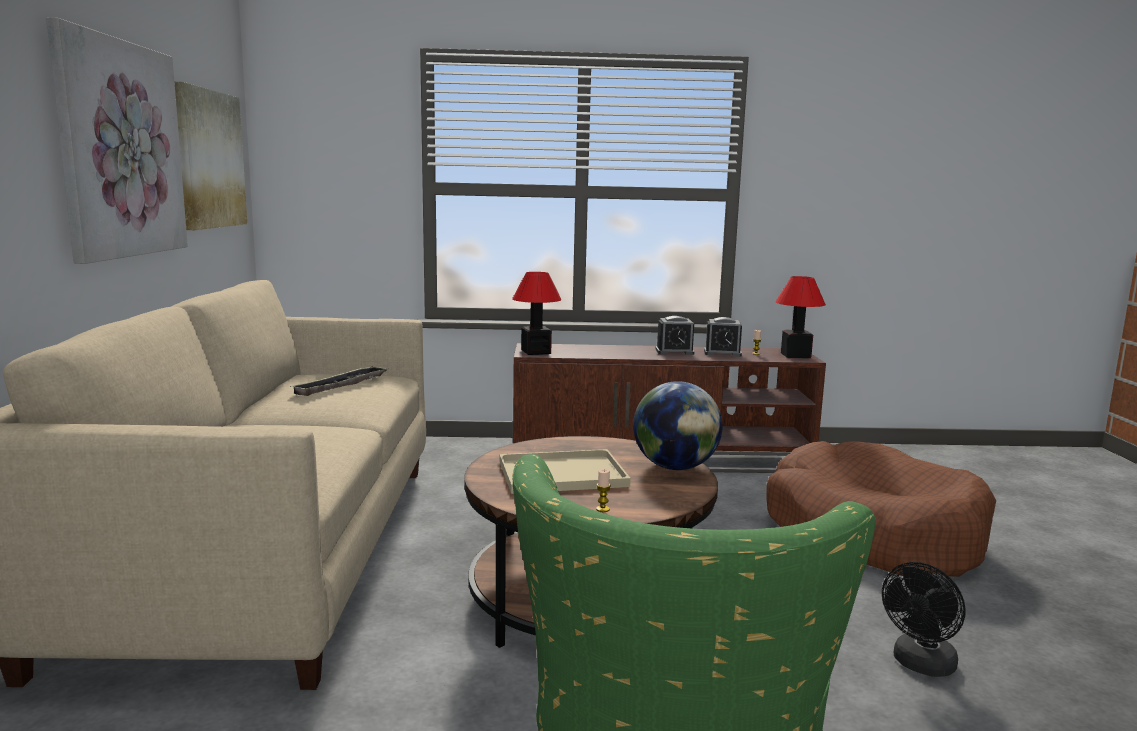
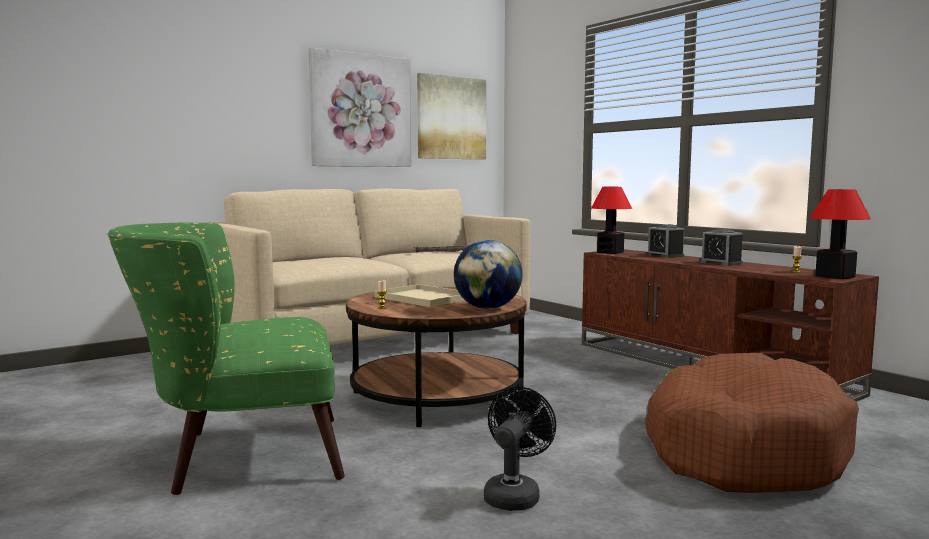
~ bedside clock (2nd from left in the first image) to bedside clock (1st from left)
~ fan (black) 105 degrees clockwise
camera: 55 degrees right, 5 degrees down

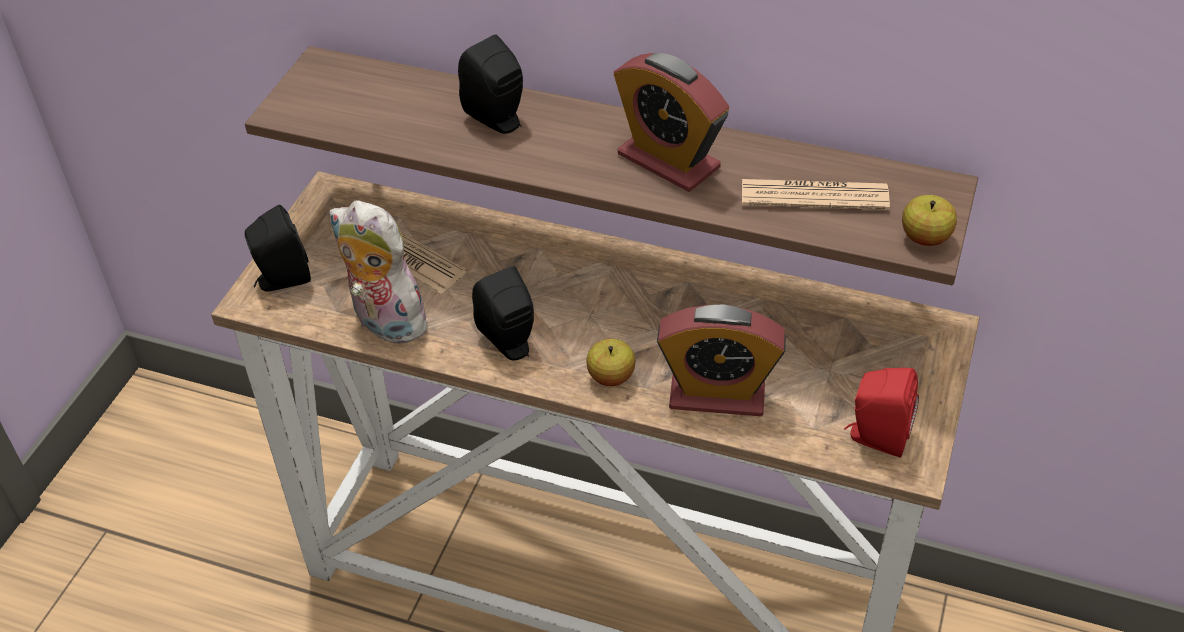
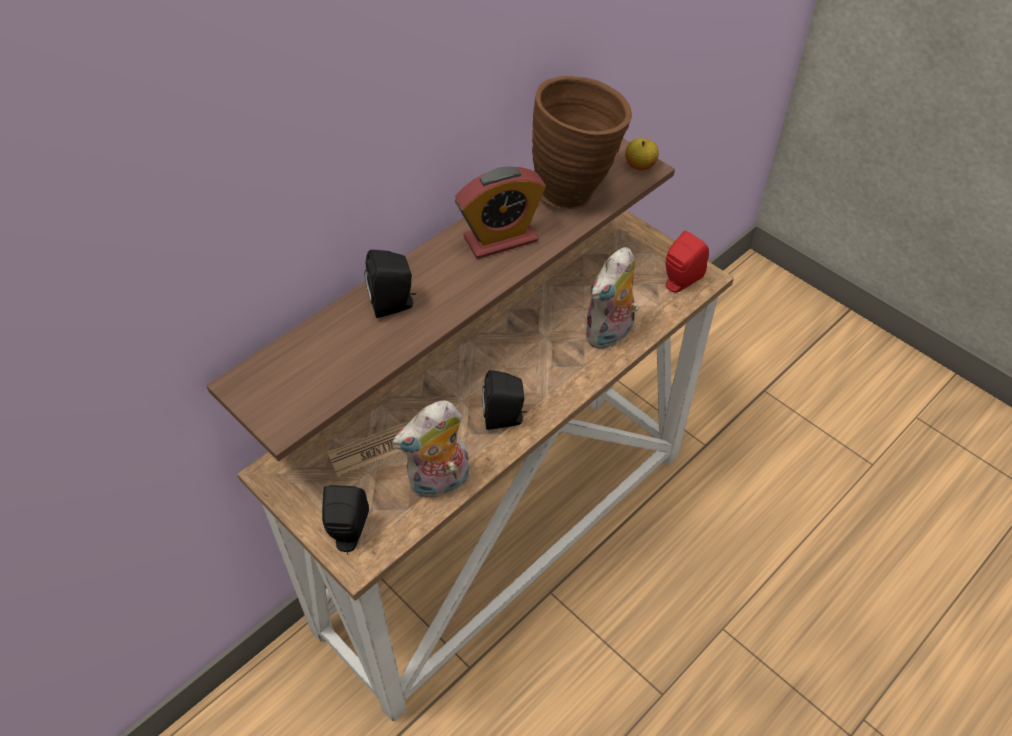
- apple (1st from left)
~ bedside clock (2nd from left) to soft toy (2nd from left)
~ newspaper (2nd from left) to vase (brown-coloured)
camera: 65 degrees left, 5 degrees up

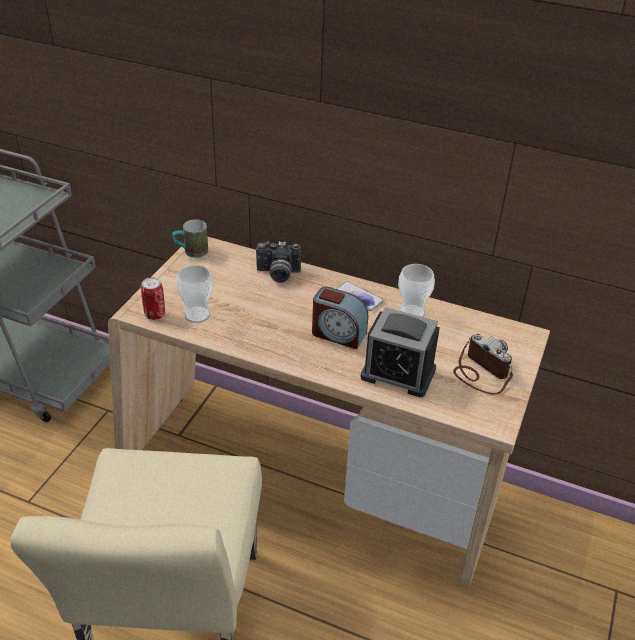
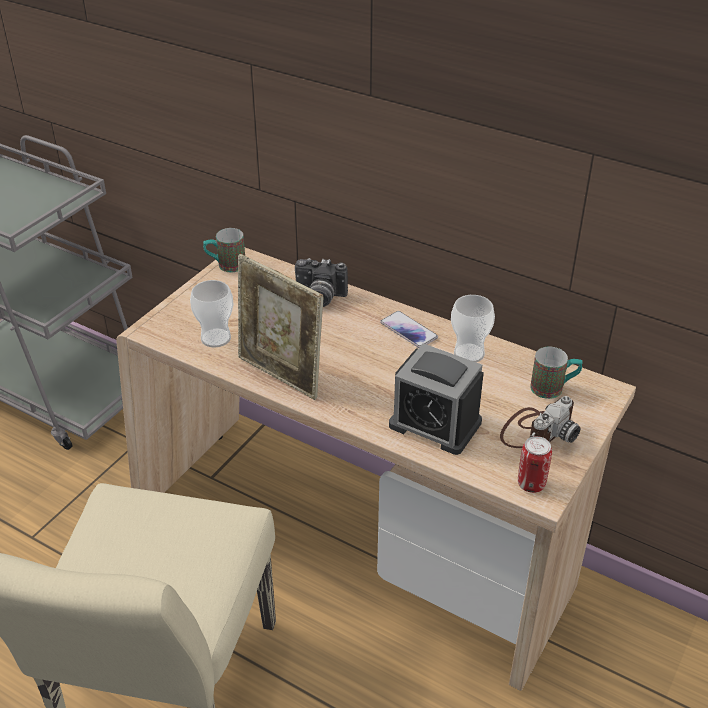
~ sealed can
- bedside clock (1st from left)
~ still camera (2nd from left) 75 degrees clockwise
+ picture frame
+ mug (2nd from left)
camera: 10 degrees right, 0 degrees up

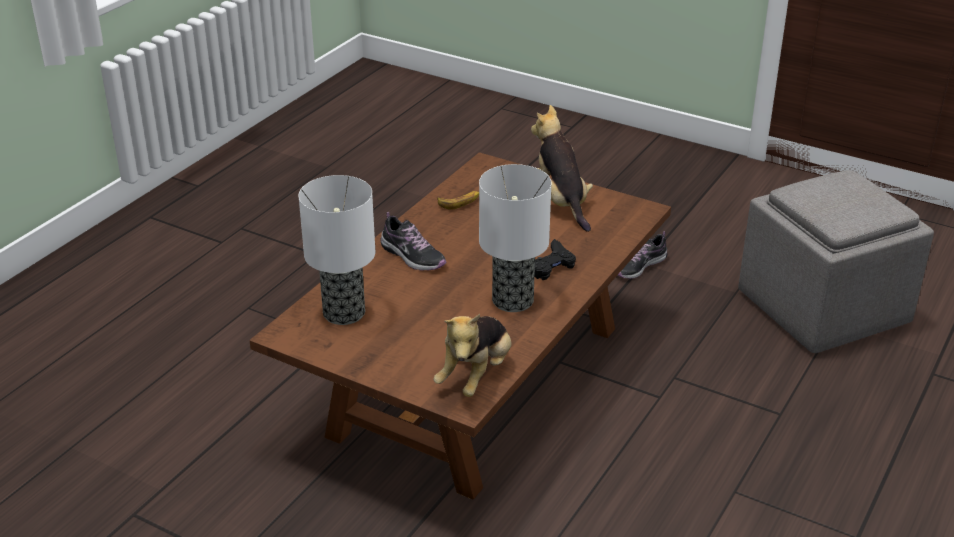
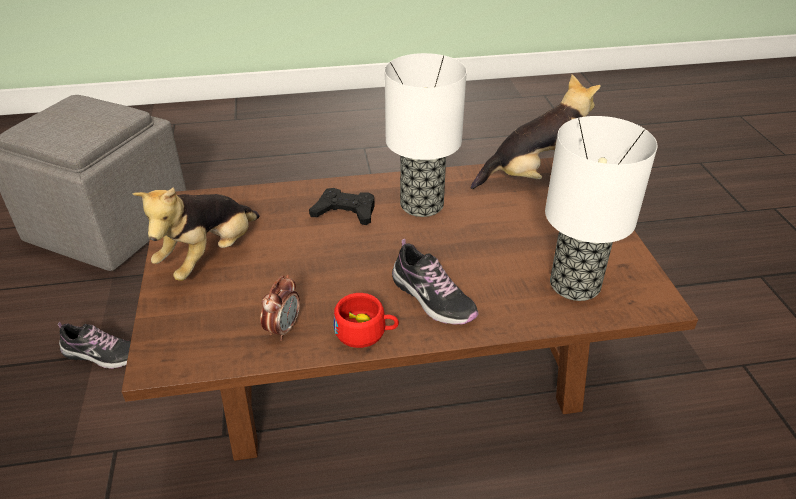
~ low shoe (1st from left in the first image) 135 degrees clockwise
~ banana fruit to bedside clock
+ cup (red)
camera: 130 degrees left, 5 degrees up

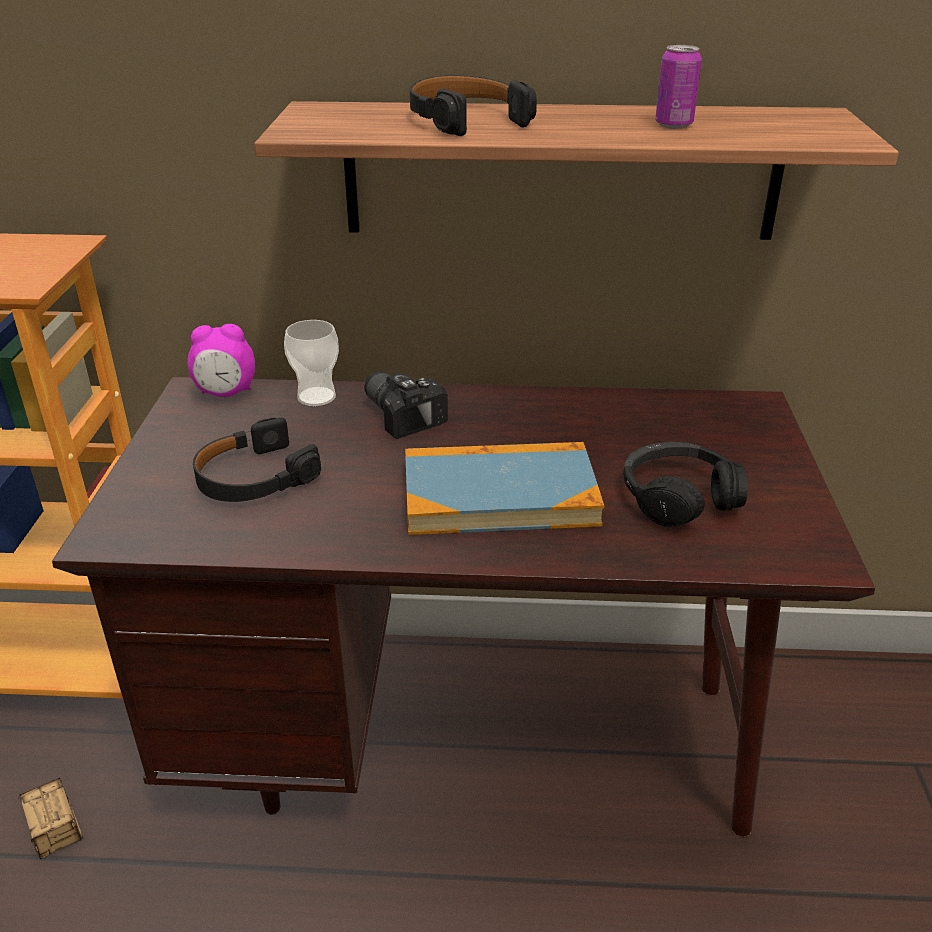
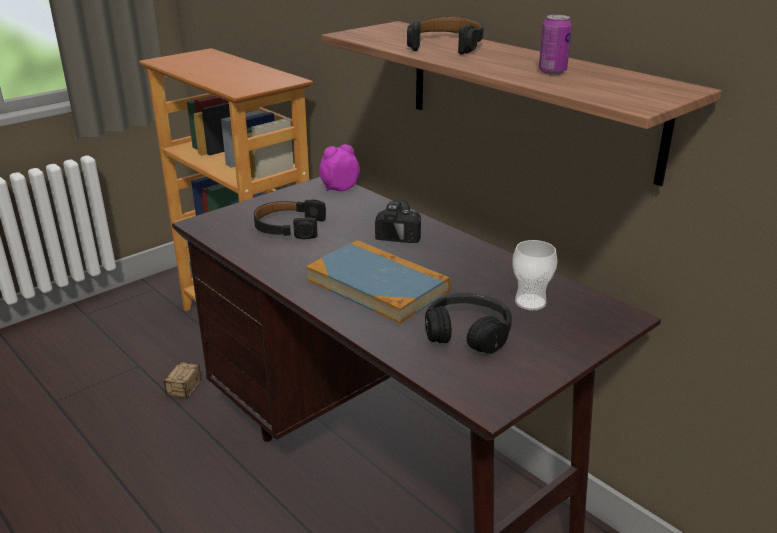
~ bedside clock 120 degrees clockwise
~ cup
camera: 45 degrees right, 5 degrees down

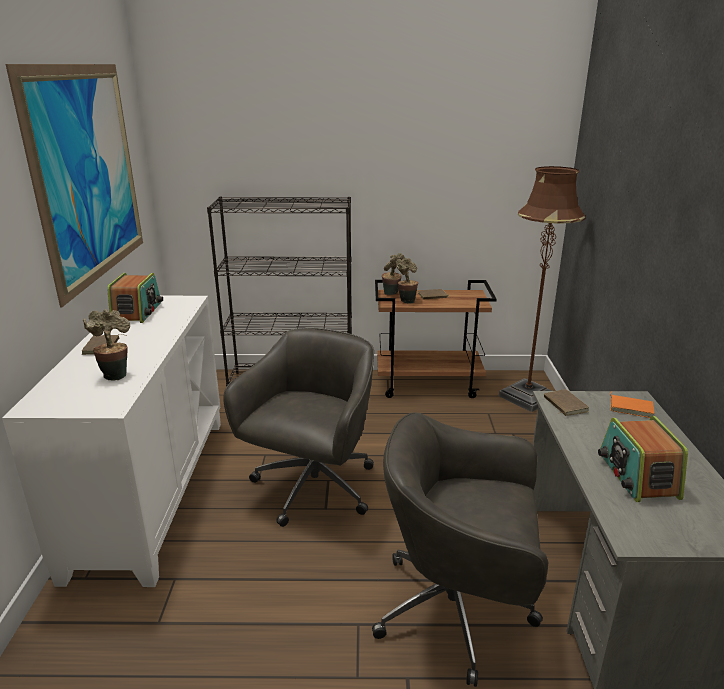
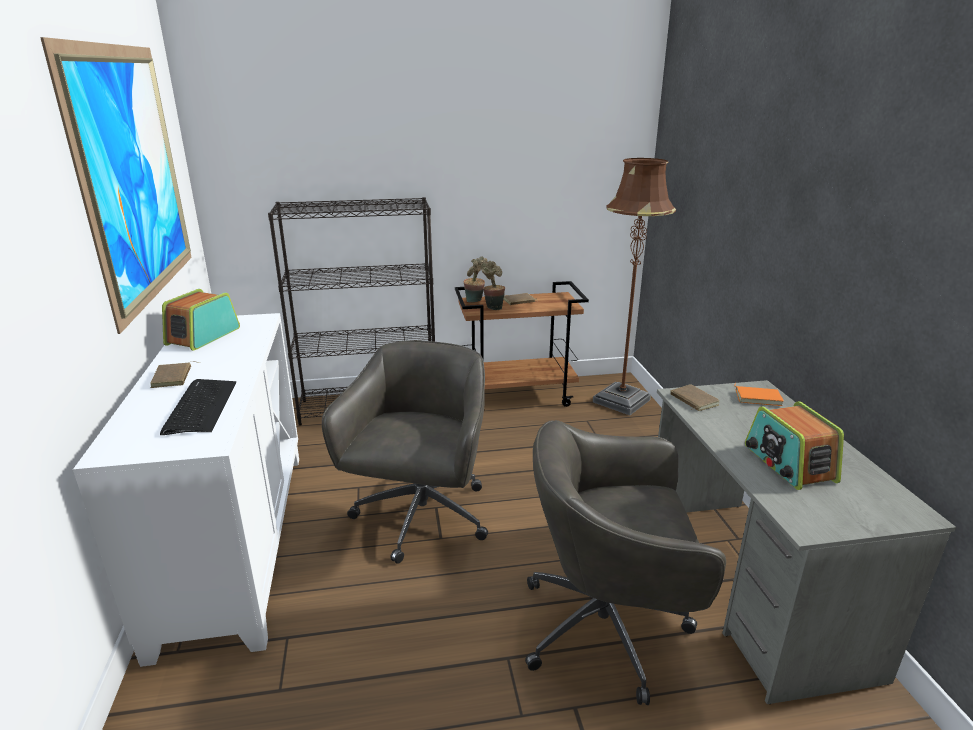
~ houseplant (1st from left) to keyboard
~ radio receiver (1st from left) 150 degrees counterclockwise
camera: 10 degrees left, 0 degrees up

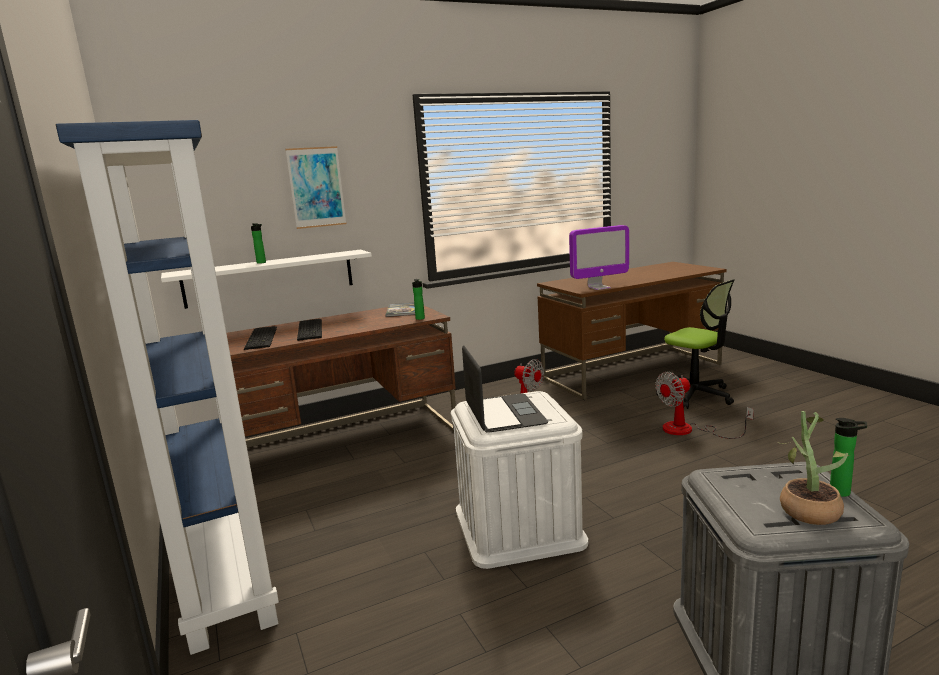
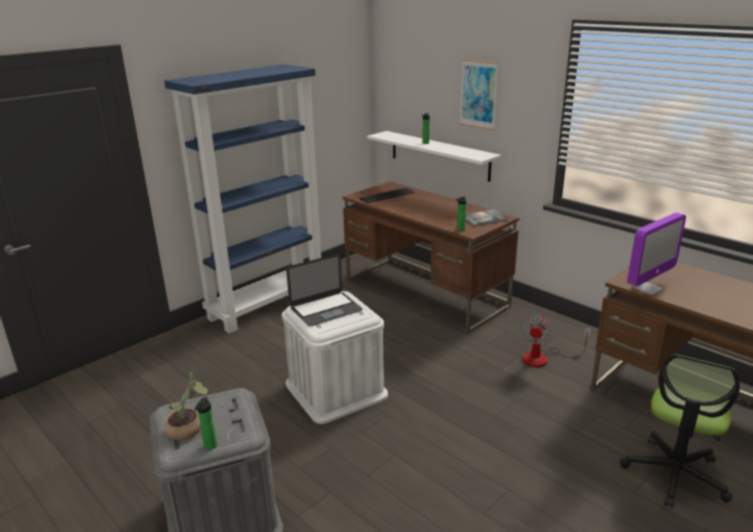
- keyboard (2nd from left)
~ computer display 90 degrees counterclockwise
- fan (2nd from left)
camera: 70 degrees right, 10 degrees up

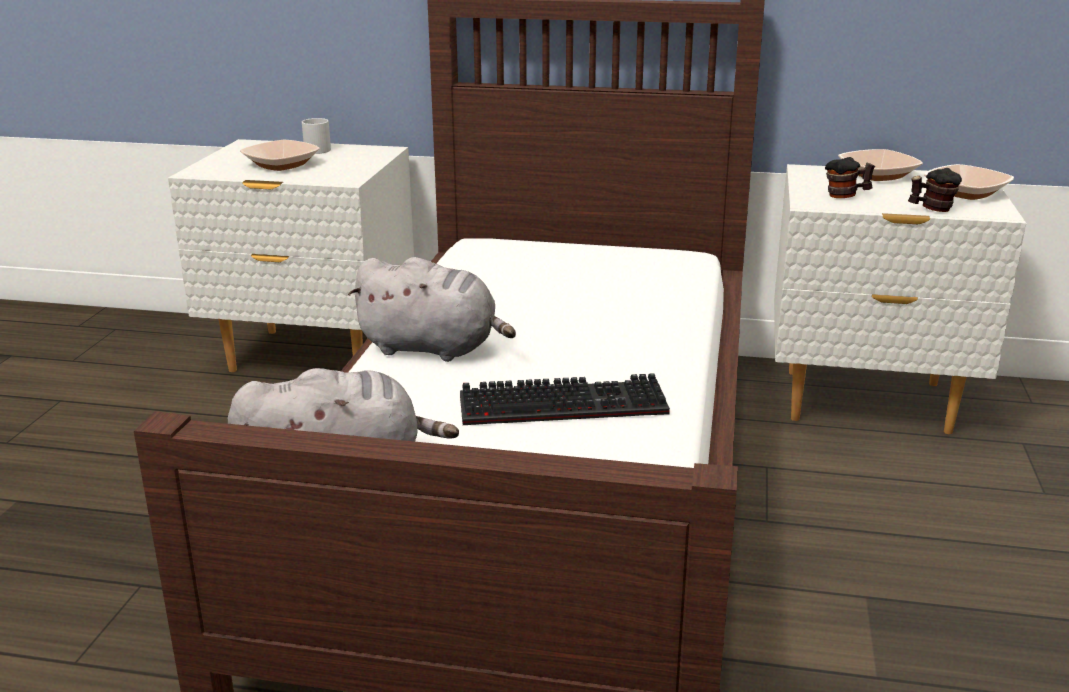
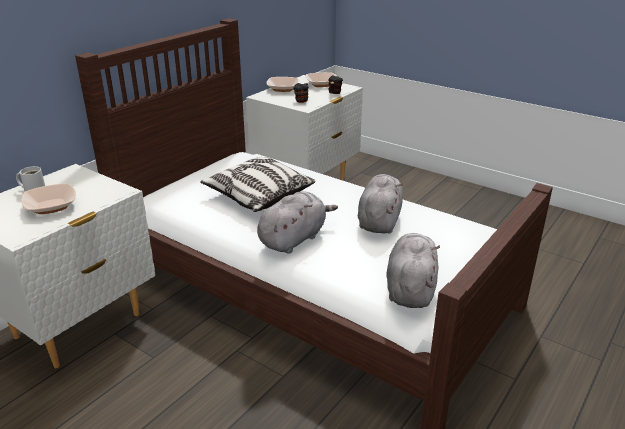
~ keyboard to soft toy (grey) (2nd from left)
+ cushion
camera: 65 degrees left, 5 degrees up

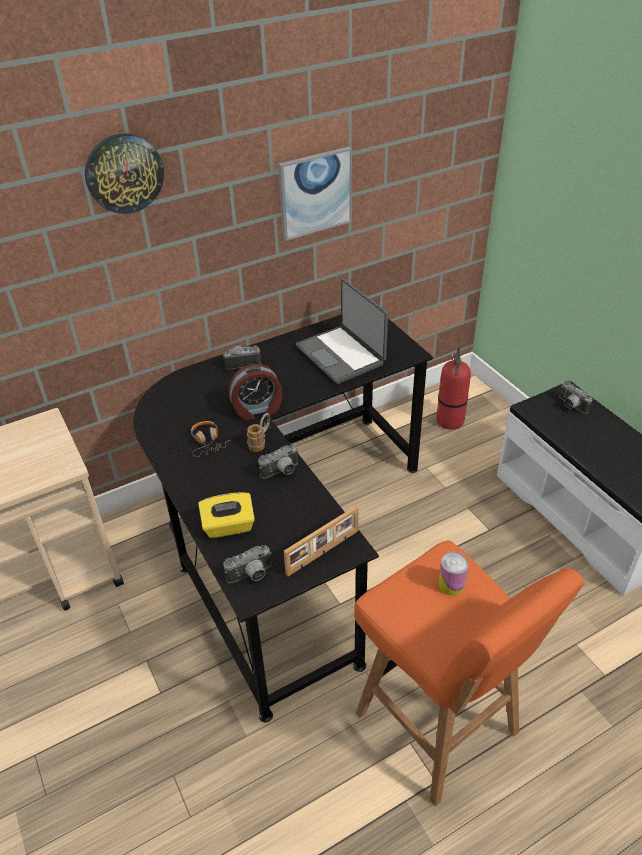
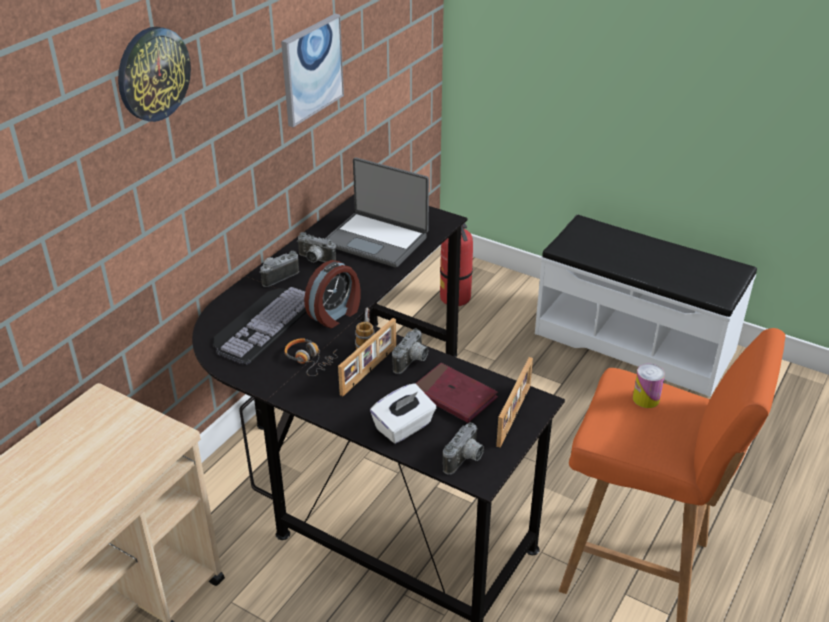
~ box of tissues (yellow) to box of tissues (whitish)
~ still camera (4th from left in the first image) to still camera (2nd from left)
+ keyboard
+ picture frame (1st from left)
+ book (red)
camera: 30 degrees left, 5 degrees down

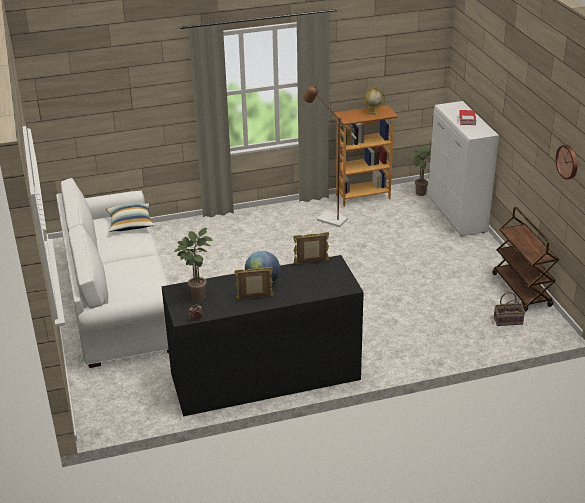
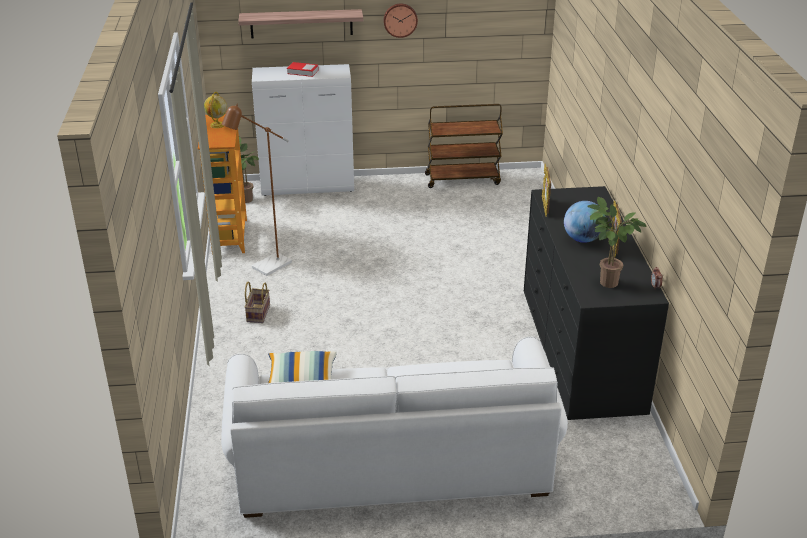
~ household basket
~ clock on the wall
+ bracket shelf
camera: 80 degrees left, 0 degrees up

